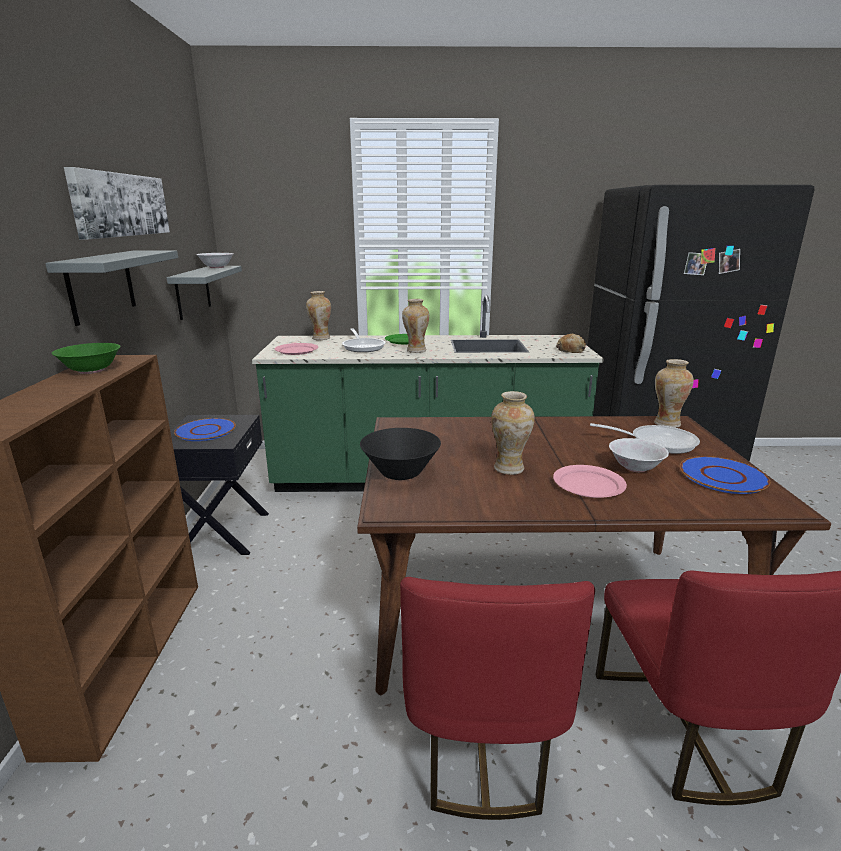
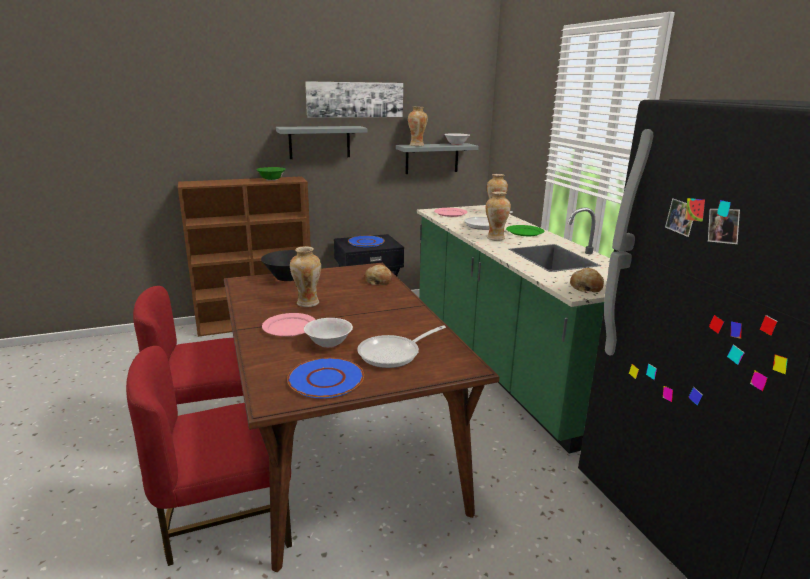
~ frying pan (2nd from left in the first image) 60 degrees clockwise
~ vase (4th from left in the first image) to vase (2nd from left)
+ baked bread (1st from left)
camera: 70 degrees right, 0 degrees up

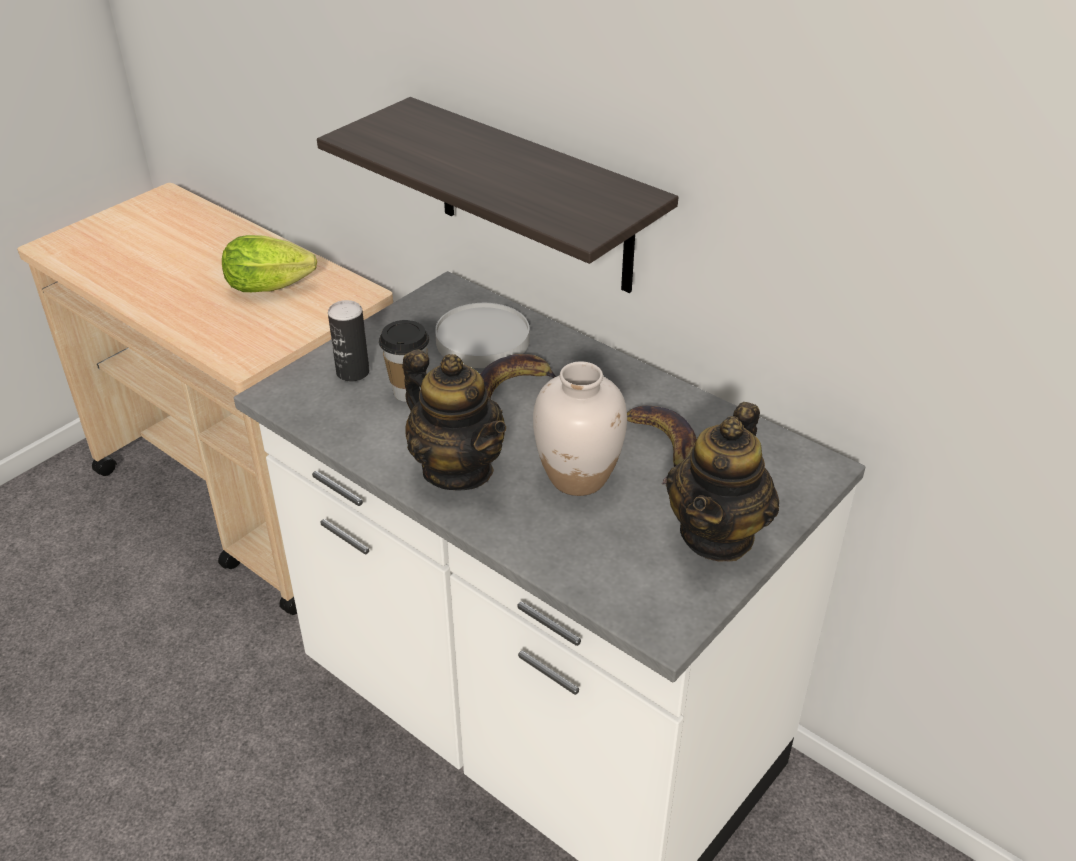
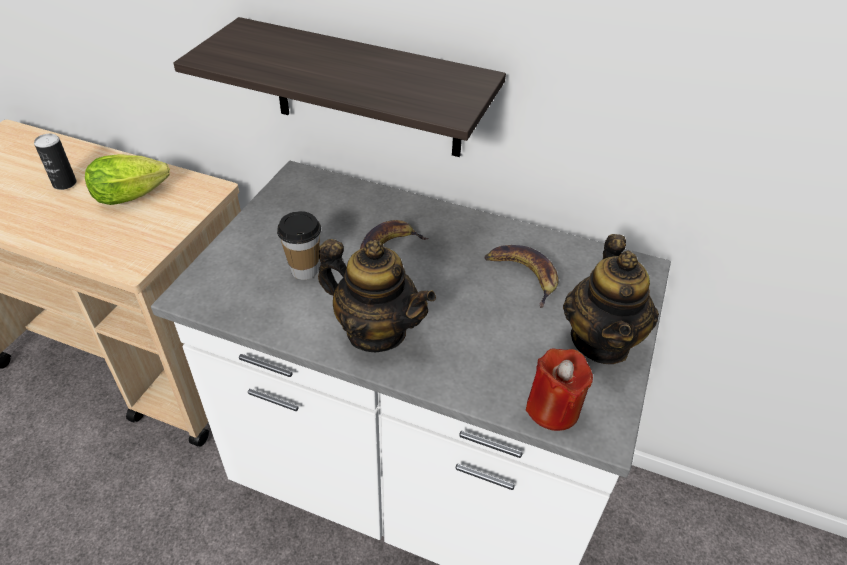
~ sealed can
- plate (whitish)
- vase (whitish)
+ candle (red)
camera: 20 degrees left, 5 degrees up

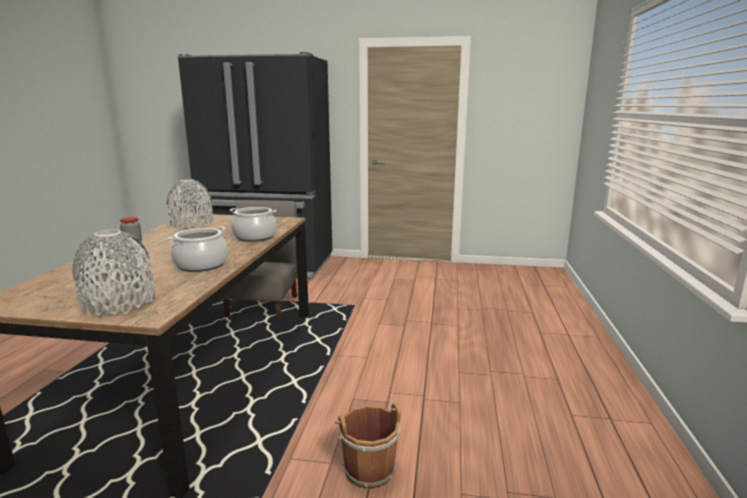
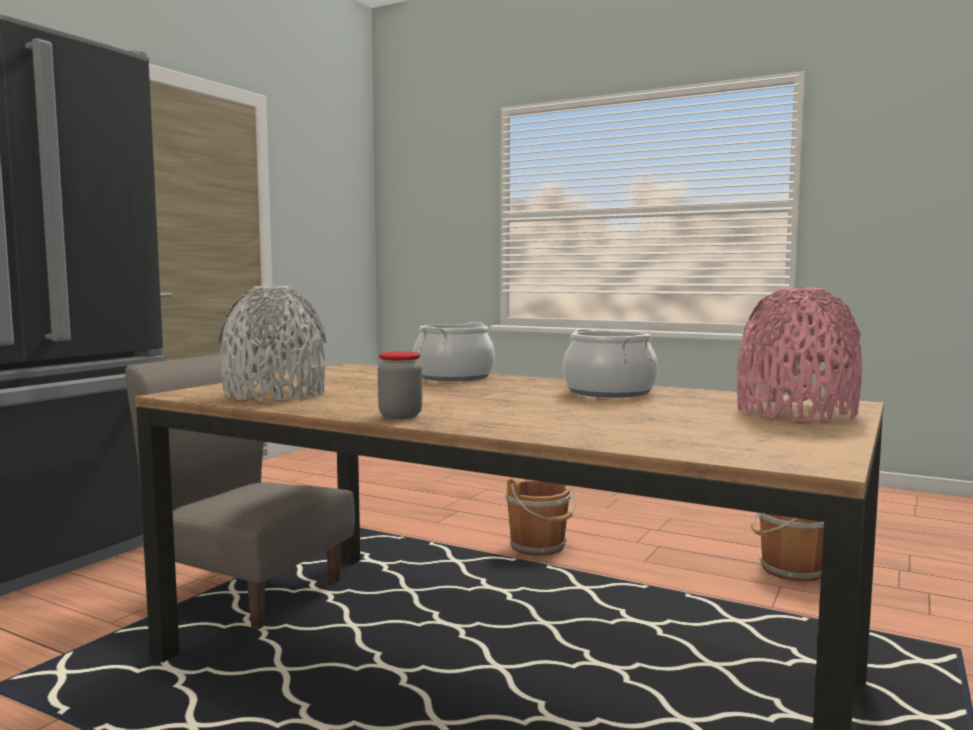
~ vase (grey) (1st from left) to vase (pink)
+ water bucket (brown-coloured) (1st from left)
camera: 70 degrees left, 10 degrees down

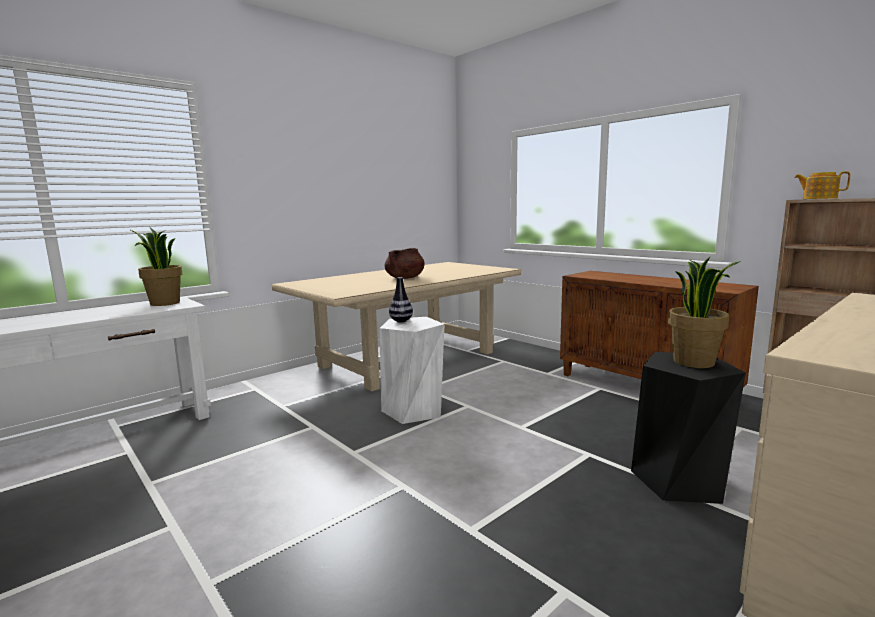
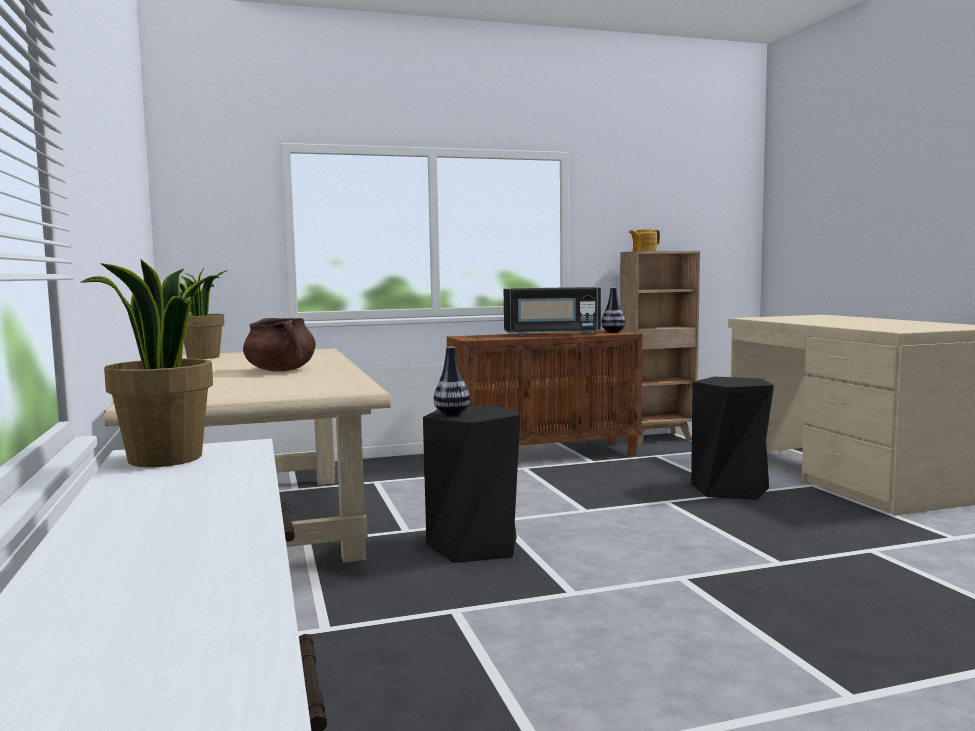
~ stool (whitish) to stool (black) (1st from left)
~ houseplant (2nd from left)
+ microwave (black)
+ vase (2nd from left)
camera: 65 degrees left, 5 degrees down

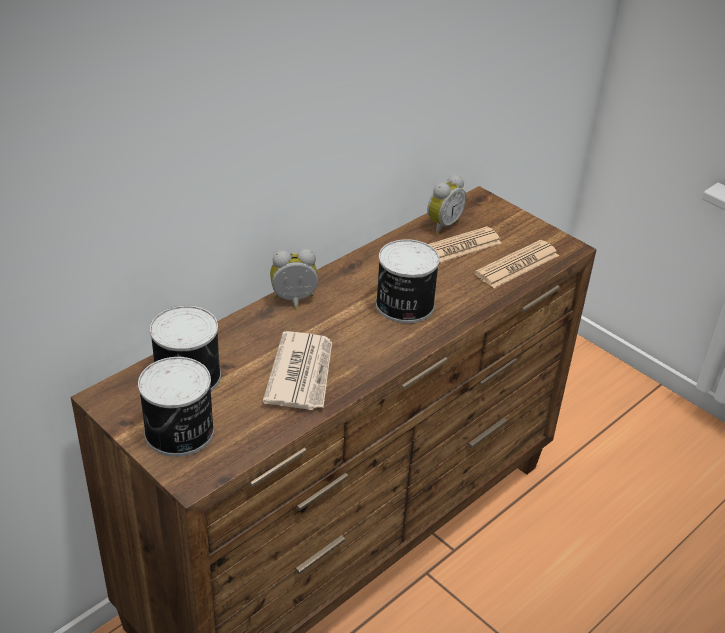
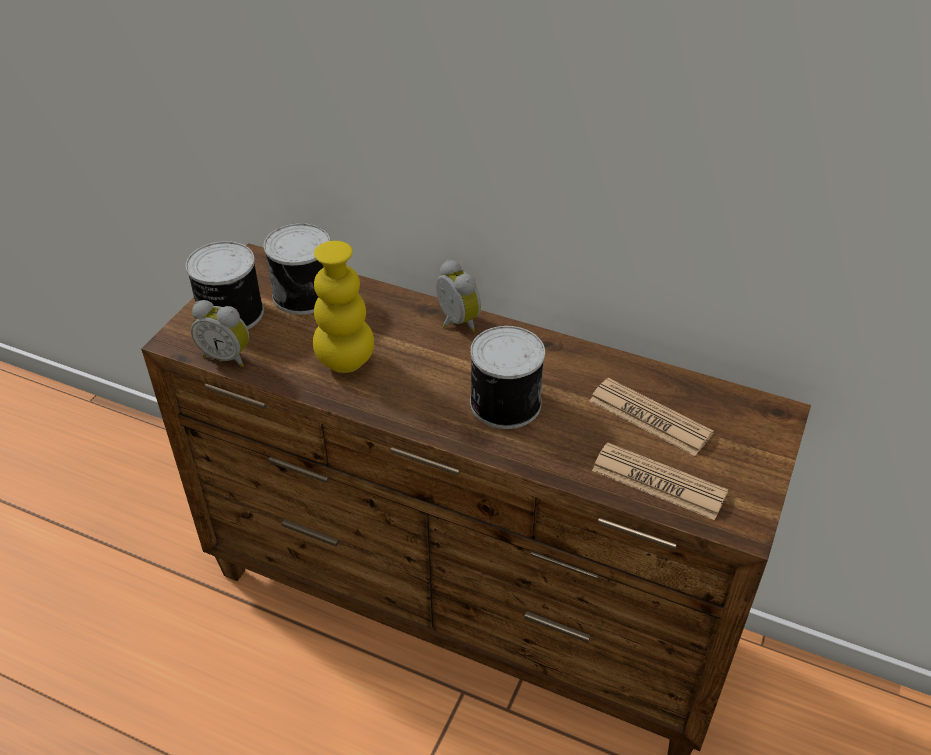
~ newspaper (1st from left) to vase (yellow)
~ bedside clock (2nd from left in the first image) to bedside clock (1st from left)
camera: 70 degrees right, 5 degrees up

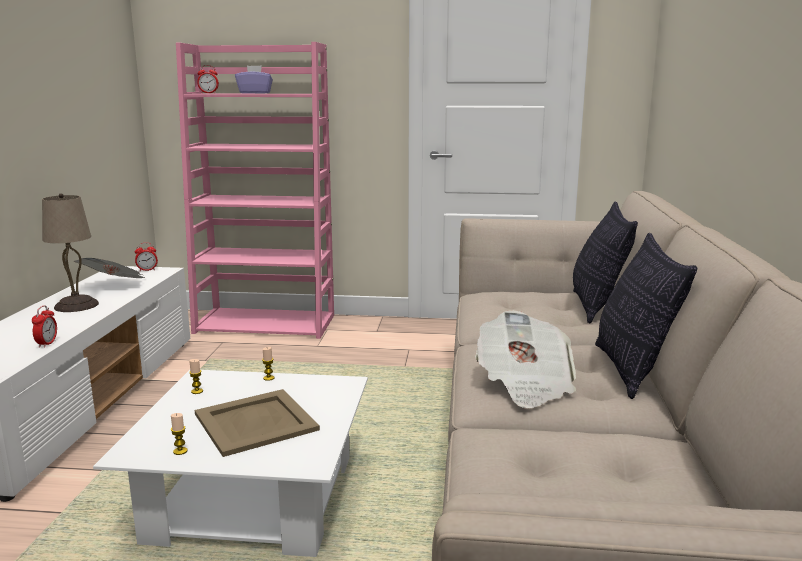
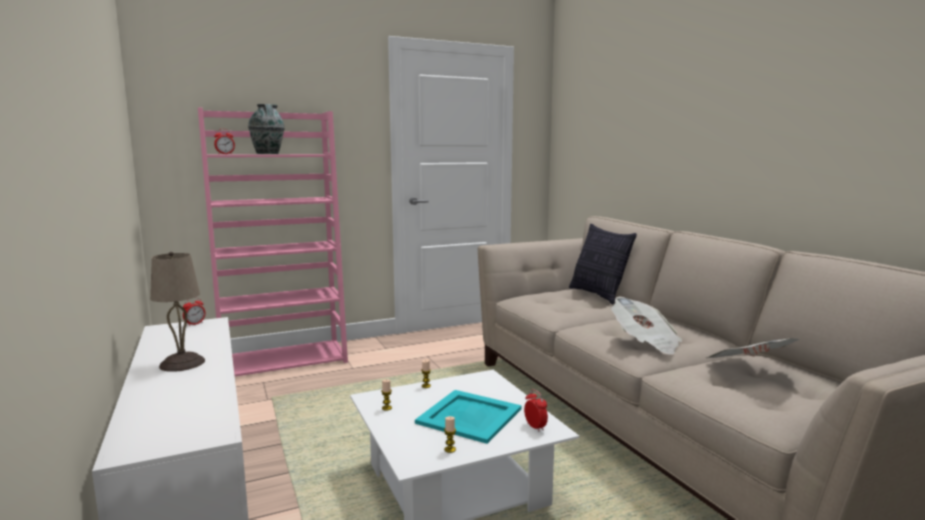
~ bedside clock (1st from left in the first image) to bedside clock (3rd from left)
~ newspaper (1st from left in the first image) to newspaper (2nd from left)
~ carrying tray (sand-coloured) to carrying tray (turquoise-coloured)
~ box of tissues (purple) to vase
- cushion (2nd from left)
camera: 30 degrees left, 5 degrees down

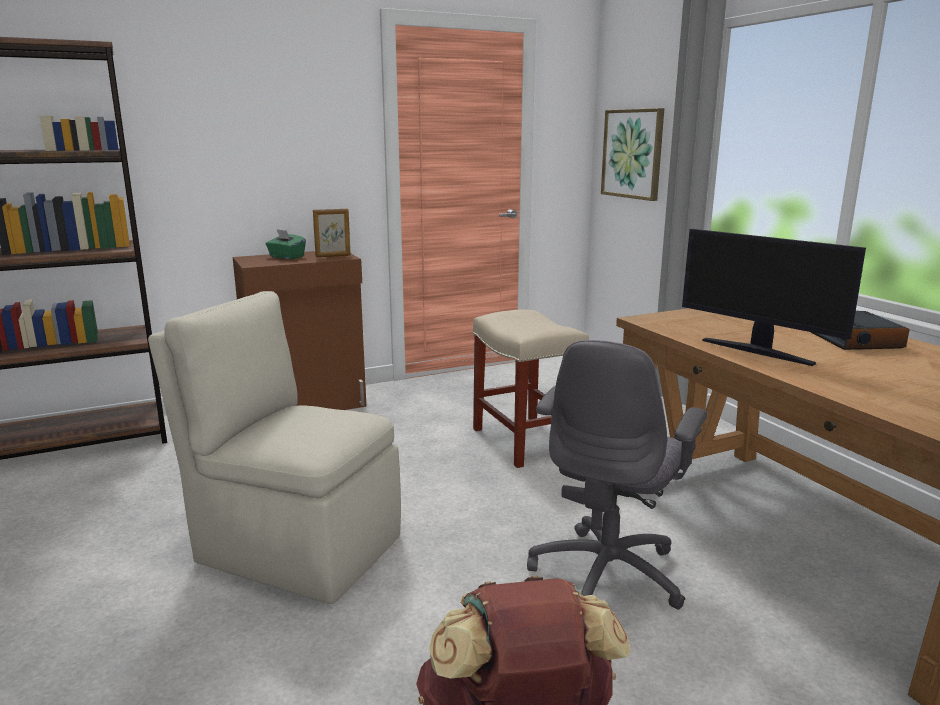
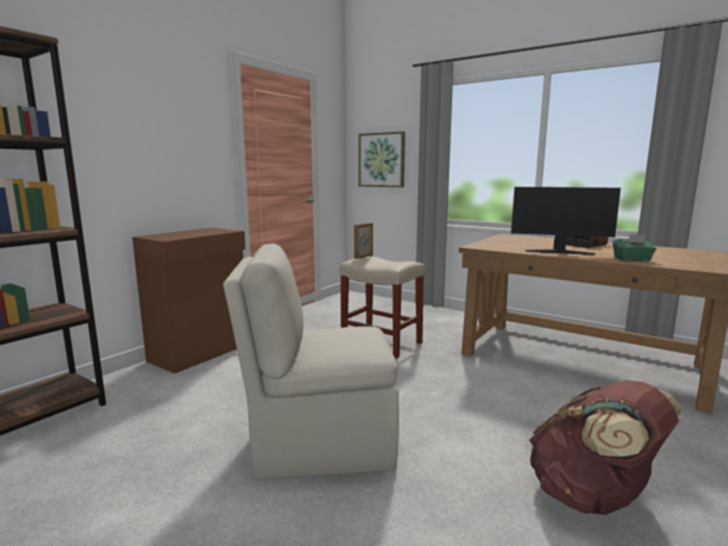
~ box of tissues (green)
~ picture frame
- computer chair (grey)
camera: 30 degrees left, 5 degrees down

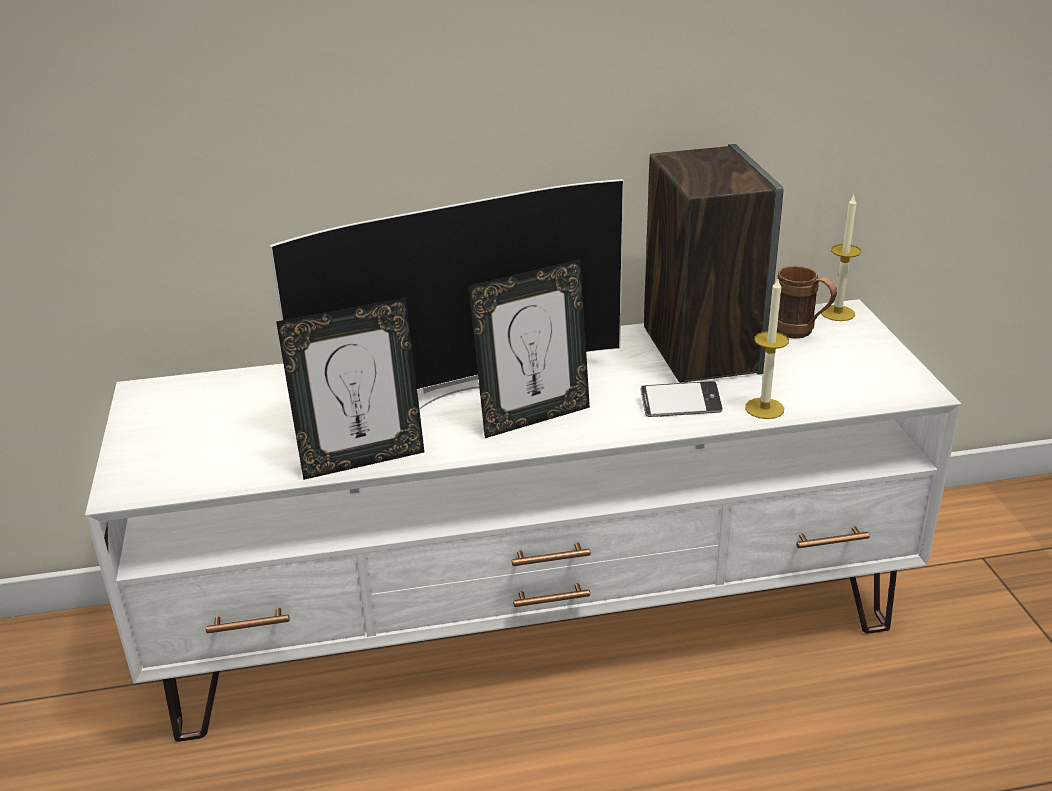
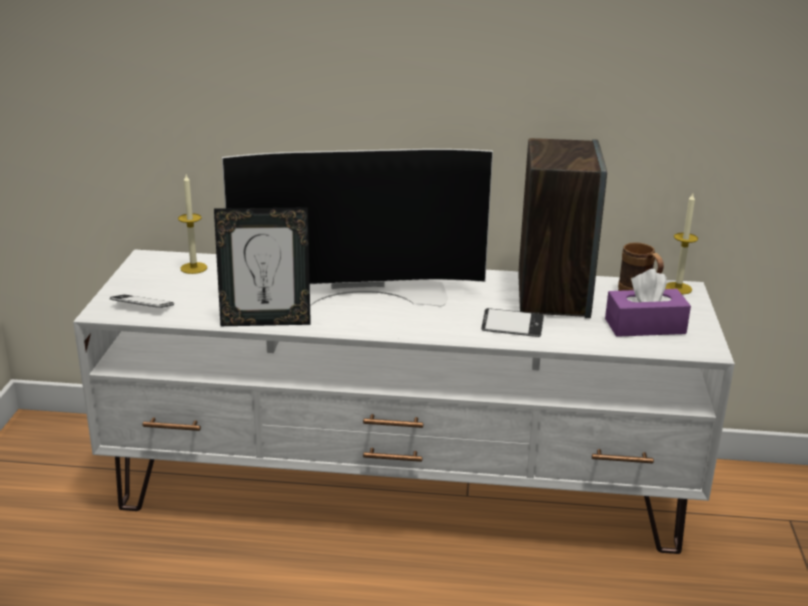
- picture frame (2nd from left)
~ candle (1st from left)
+ handset (1st from left)
+ box of tissues (purple)
camera: 15 degrees right, 5 degrees down

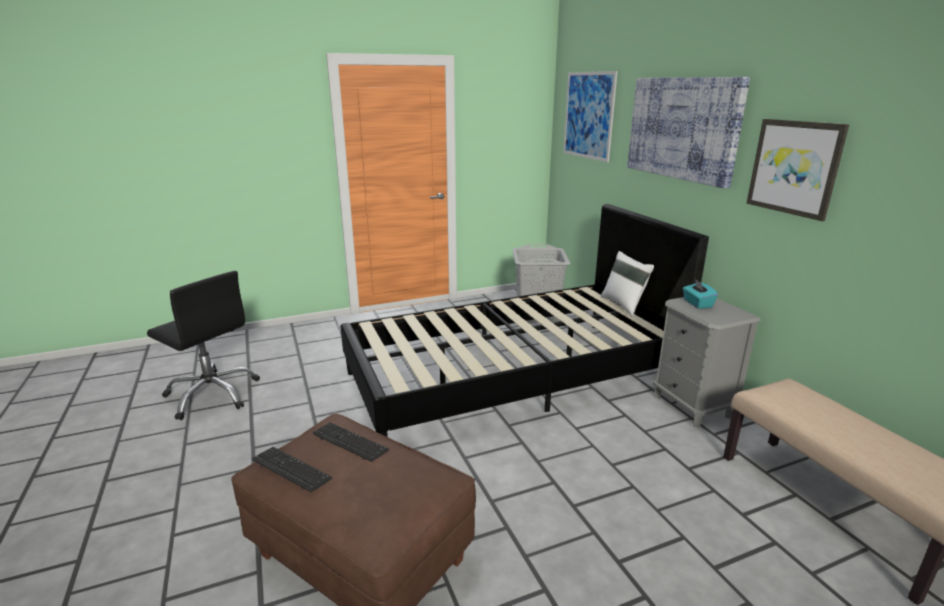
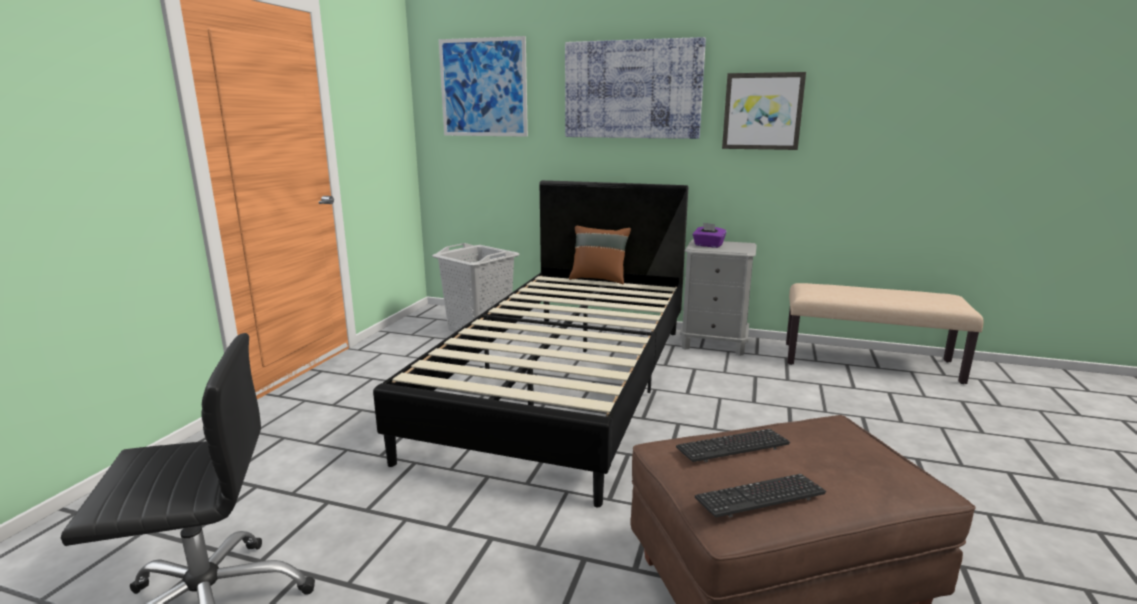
~ cushion (whitish) to cushion (brown-coloured)
~ box of tissues (turquoise-coloured) to box of tissues (purple)
camera: 50 degrees left, 5 degrees down

